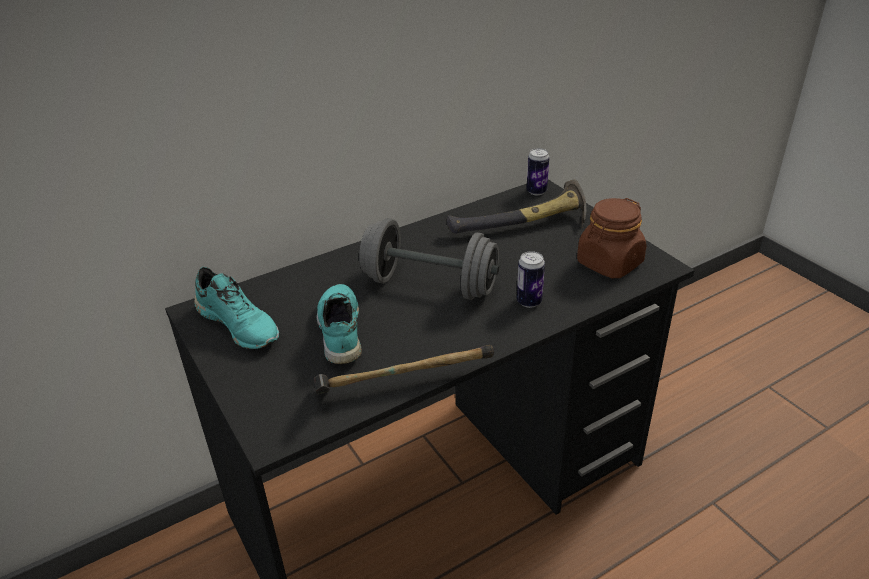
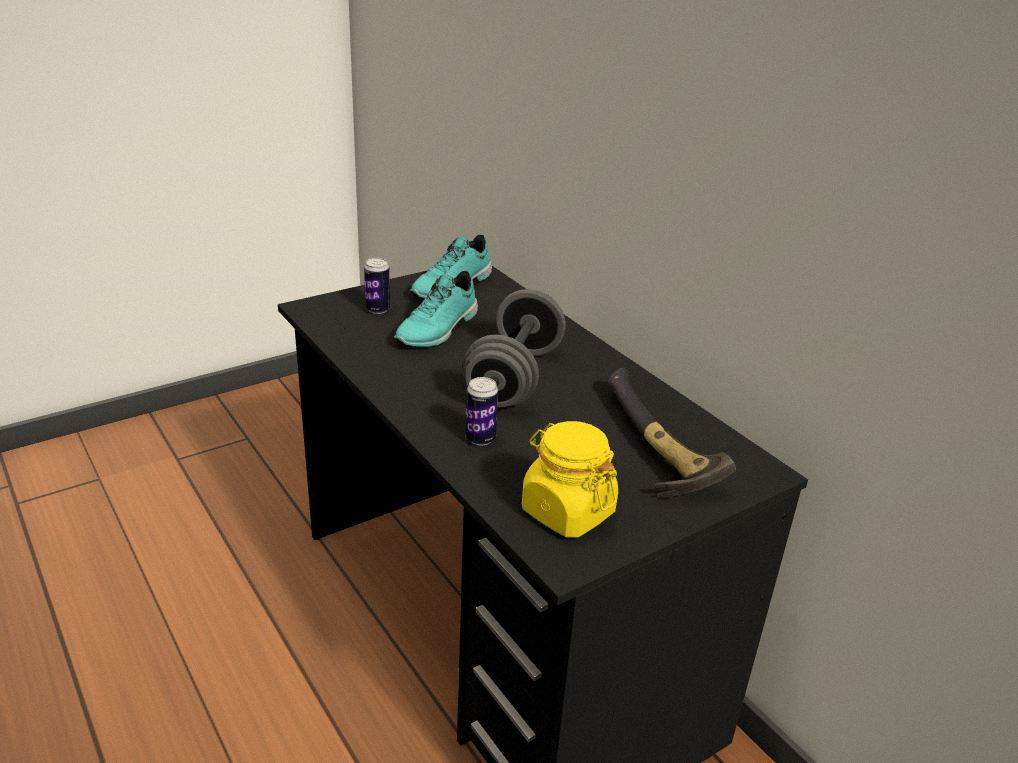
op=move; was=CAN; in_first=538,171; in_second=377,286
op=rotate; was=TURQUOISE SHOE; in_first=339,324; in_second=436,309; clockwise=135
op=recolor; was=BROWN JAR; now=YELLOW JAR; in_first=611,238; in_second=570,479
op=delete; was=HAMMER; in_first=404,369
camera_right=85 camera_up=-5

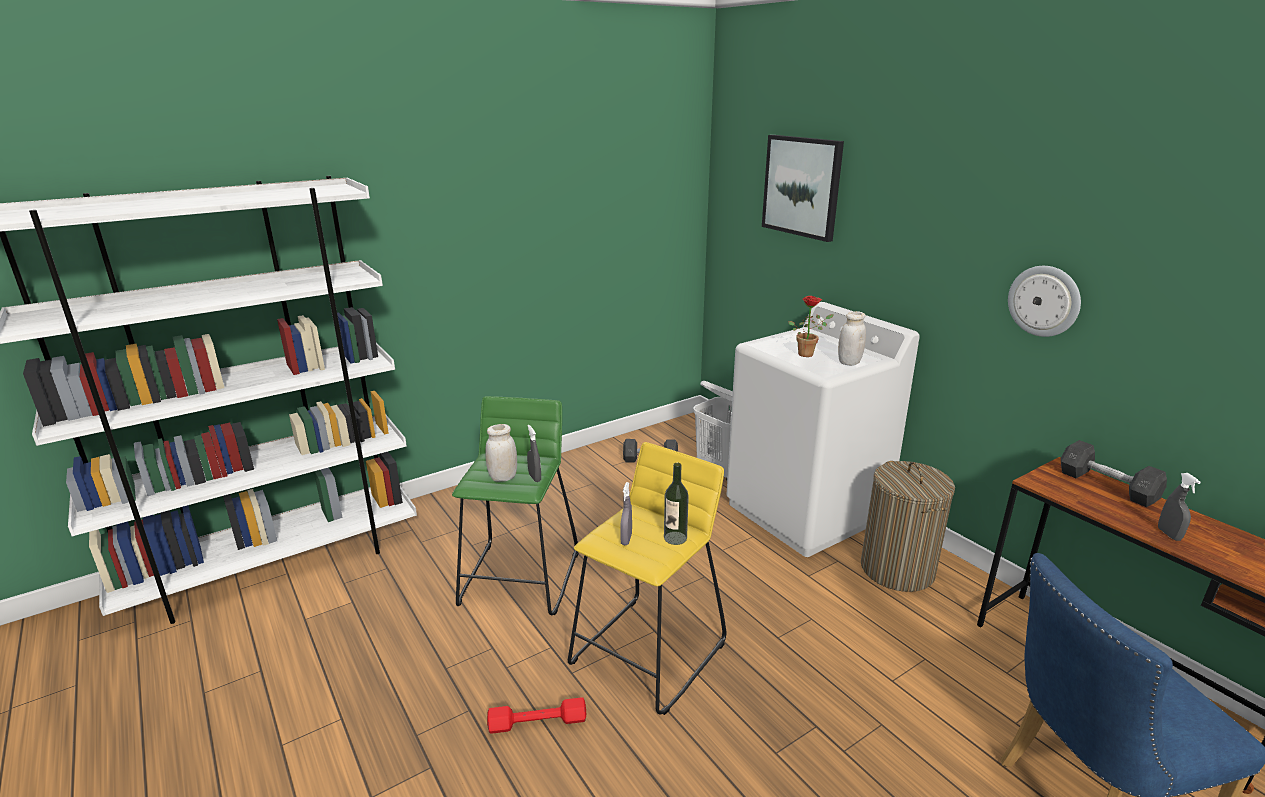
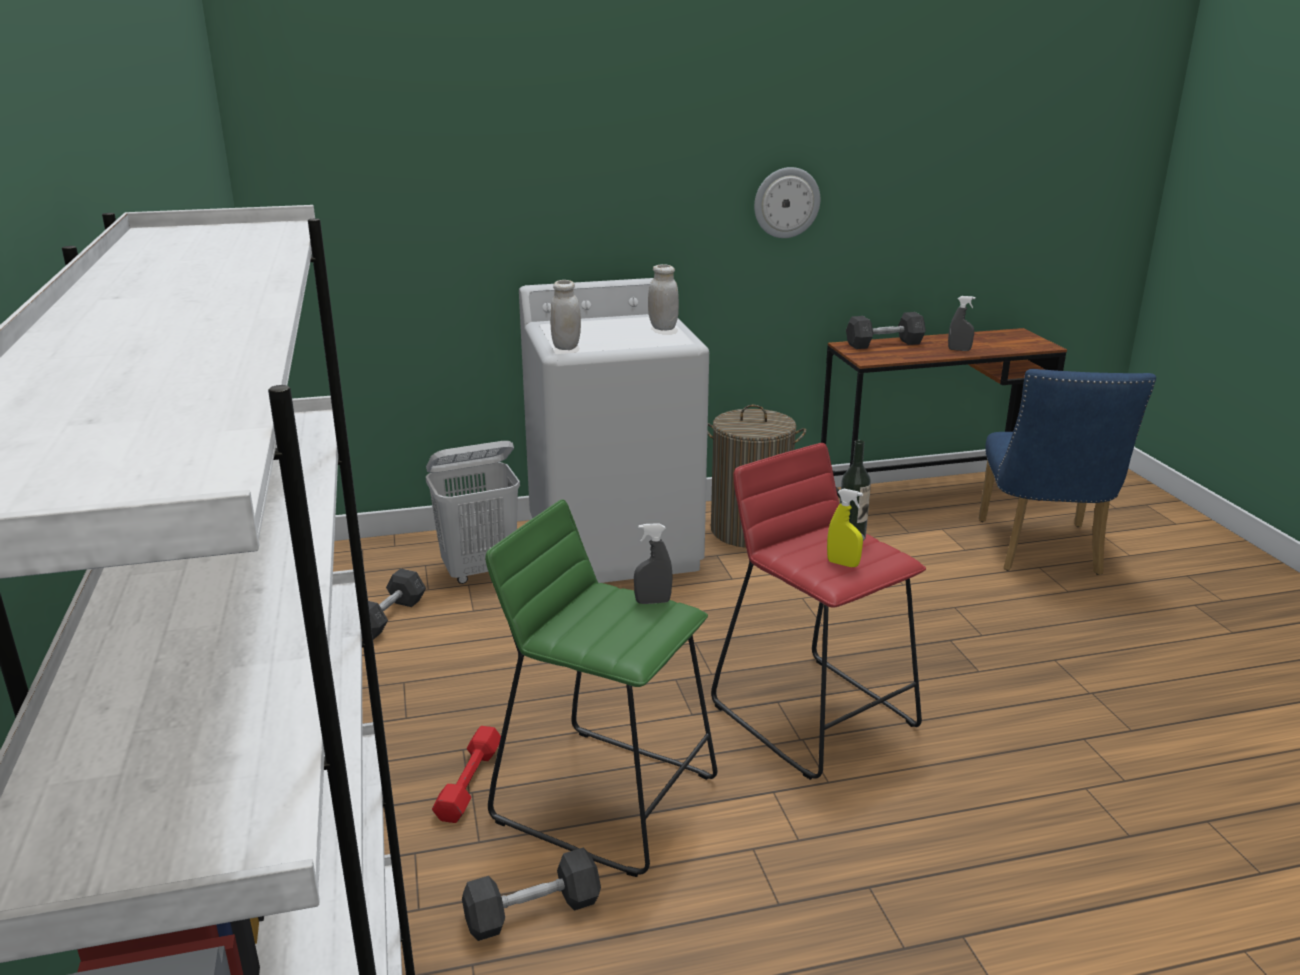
op=move; was=RED DUMBBELL; in_first=536,715; in_second=466,774
op=insert; now=GREY DUMBBELL; in_second=531,894
op=move; was=WHITE JAR; in_first=501,453; in_second=565,315
op=recolor; was=YELLOW STOOL; now=RED STOOL; in_first=647,578; in_second=818,611
op=recolor; was=GREY SPRAY BOTTLE; now=YELLOW SPRAY BOTTLE; in_first=626,513; in_second=845,528
op=delete; was=PICTURE; in_first=803,188
op=delete; was=POTTED PLANT; in_first=811,326
camera_right=-70 camera_up=0

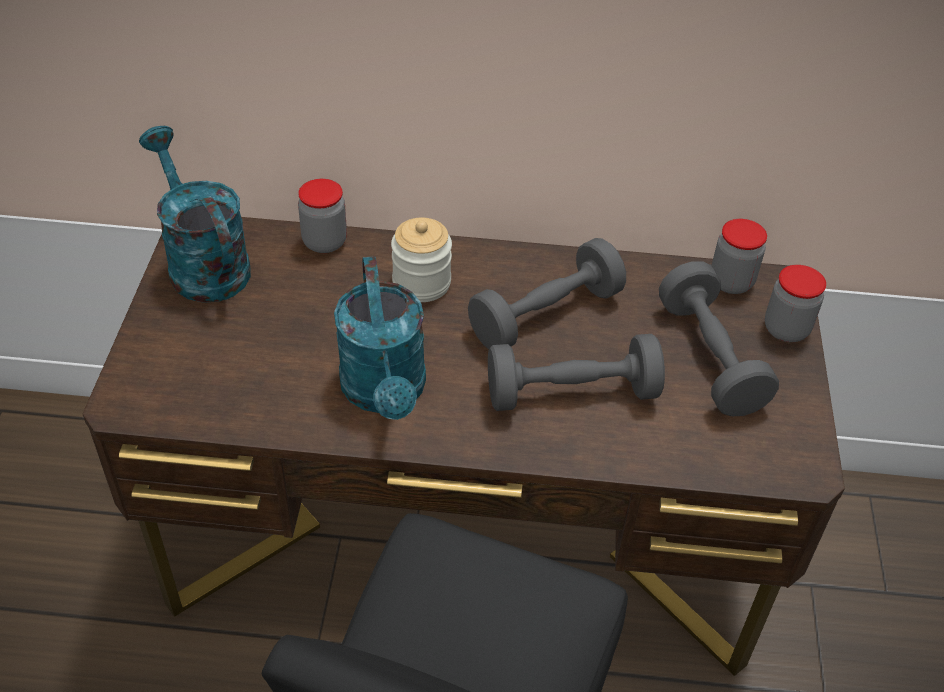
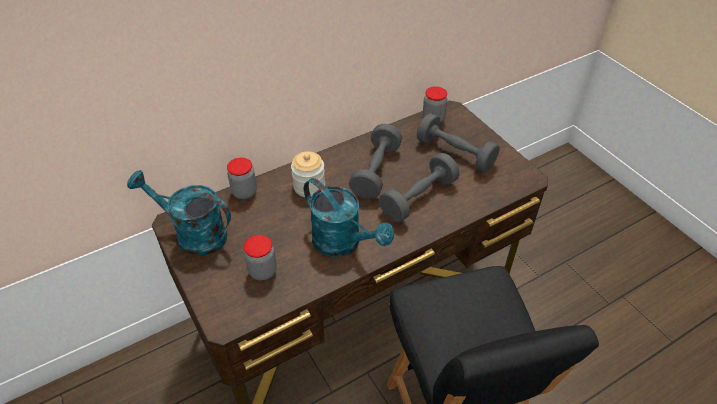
op=move; was=JAR; in_first=795,303; in_second=260,258
camera_right=-35 camera_up=0

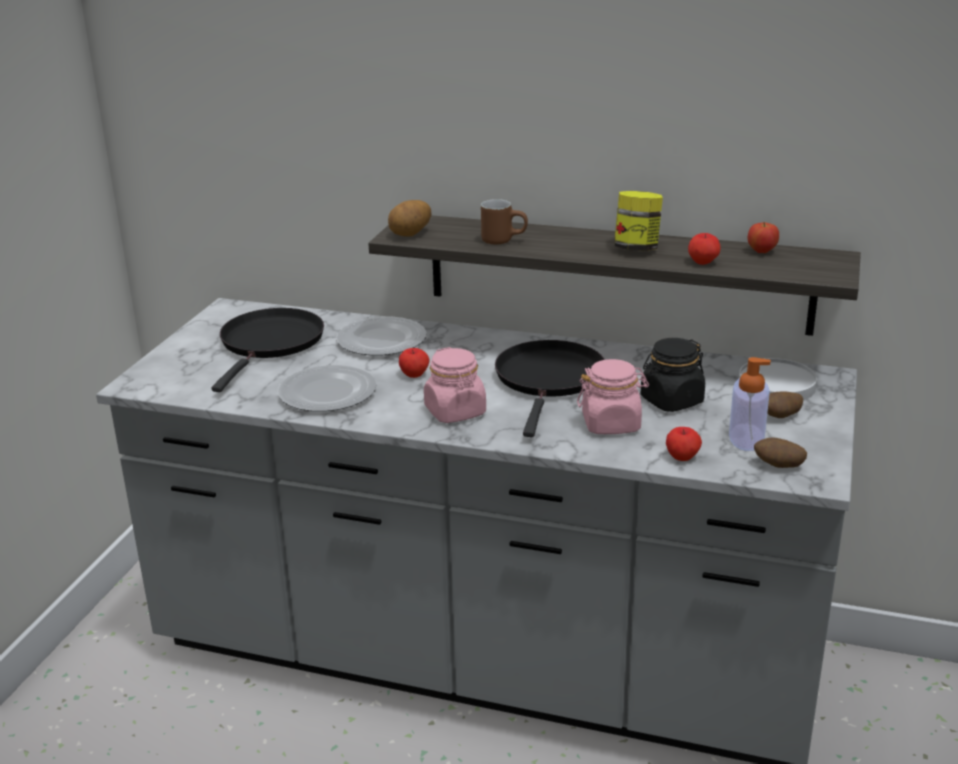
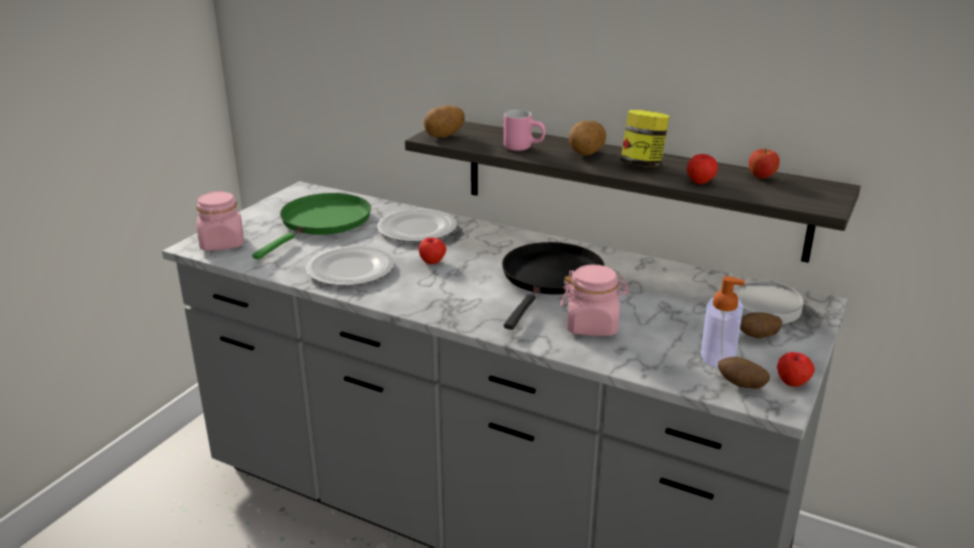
op=move; was=PINK JAR; in_first=455,385; in_second=219,221
op=recolor; was=BLACK FRYING PAN; now=GREEN FRYING PAN; in_first=268,350; in_second=311,226
op=recolor; was=BROWN MUG; now=PINK MUG; in_first=504,222; in_second=525,130
op=insert; now=POTATO; in_second=587,138
op=move; was=APPLE; in_first=684,444; in_second=796,369
op=delete; was=BLACK JAR; in_first=673,375
camera_right=10 camera_up=0

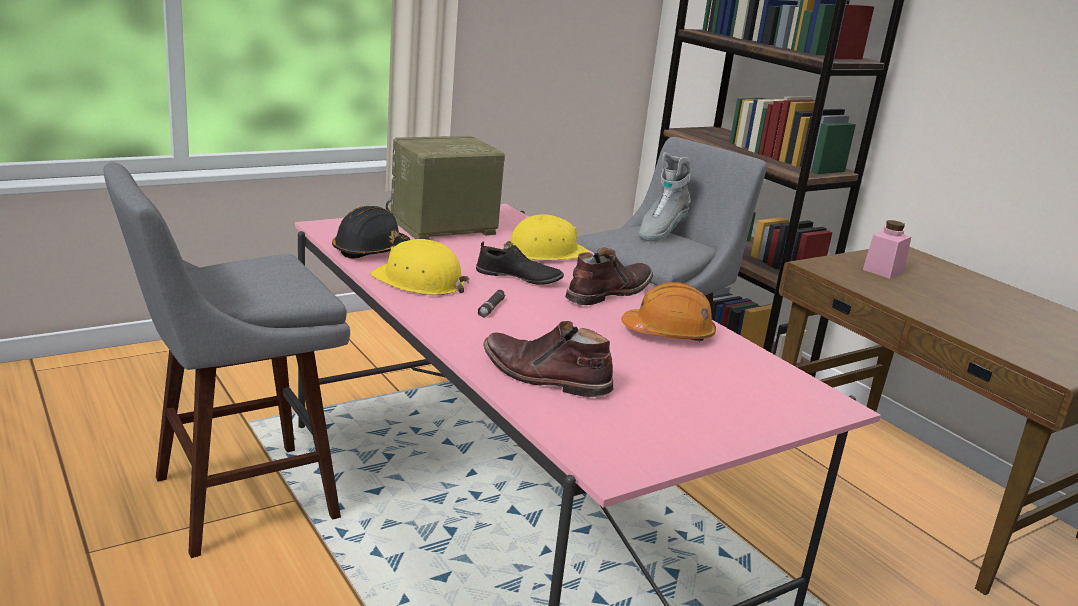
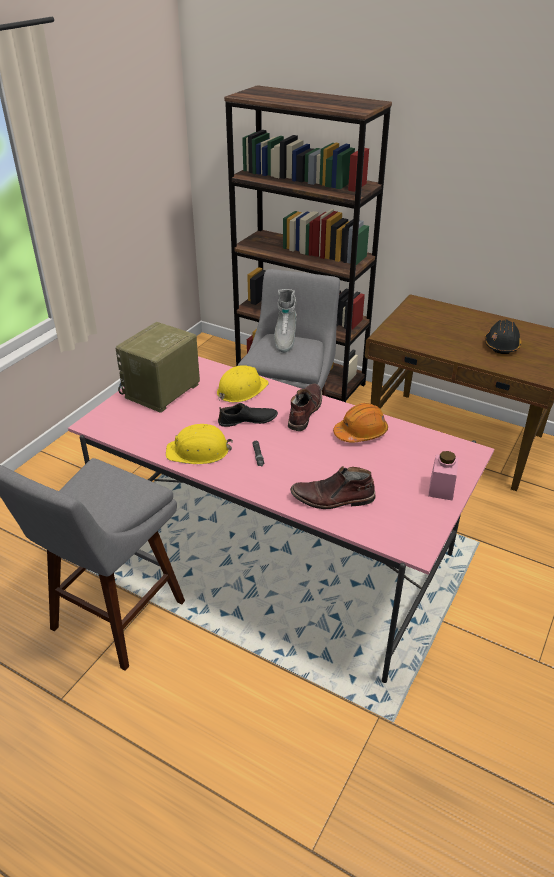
op=move; was=PINK JAR; in_first=887,249; in_second=443,476
op=move; was=BLACK HARD HAT; in_first=371,232; in_second=503,337
camera_right=-25 camera_up=15

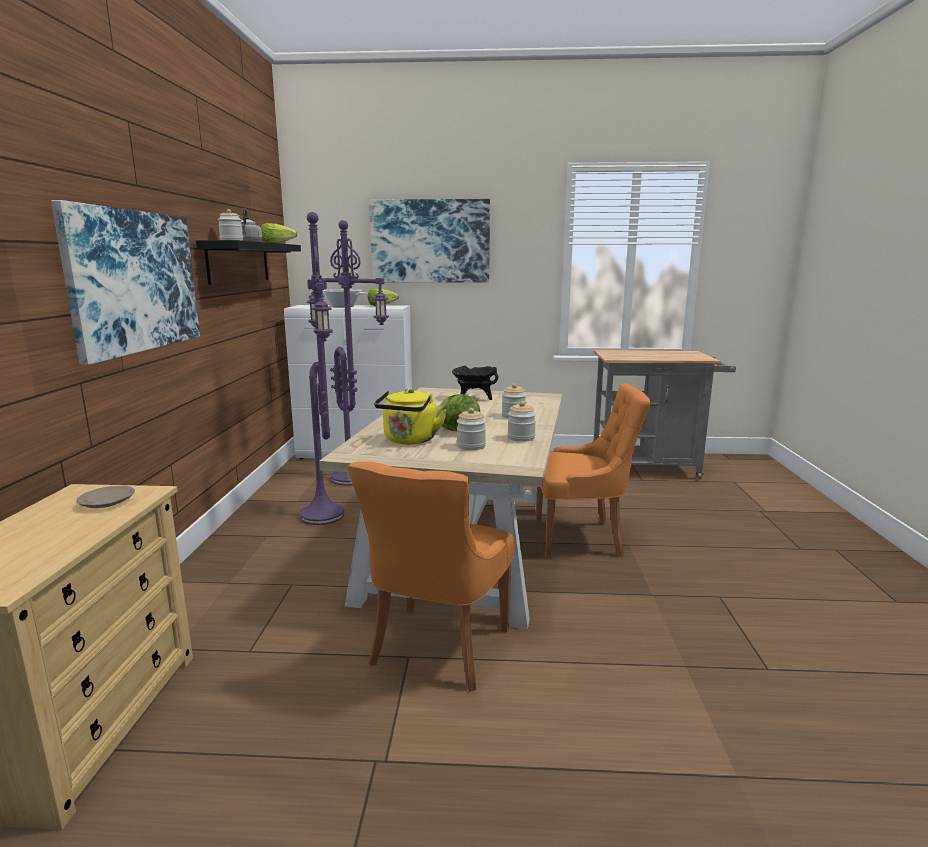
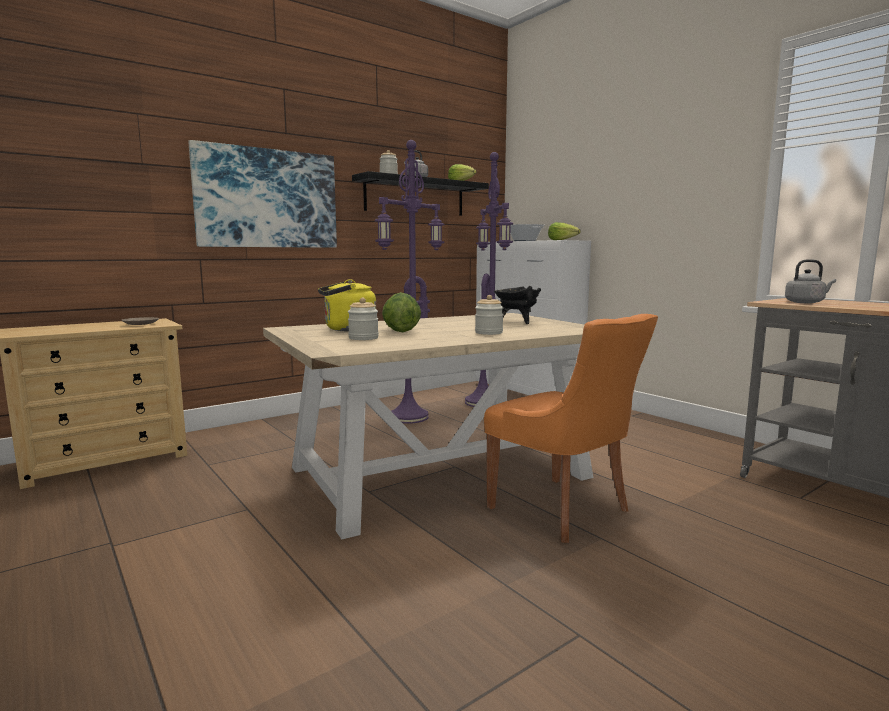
op=insert; now=GREY KETTLE; in_second=810,281
op=delete; was=ORANGE CHAIR; in_first=431,576
op=delete; was=PICTURE; in_first=429,241
op=delete; was=JAR; in_first=521,421
camera_right=50 camera_up=-5

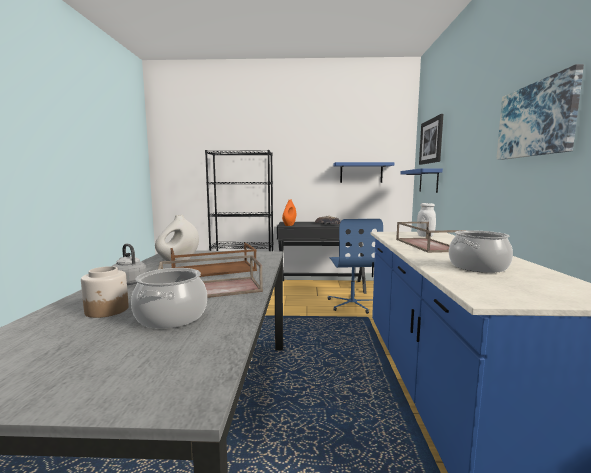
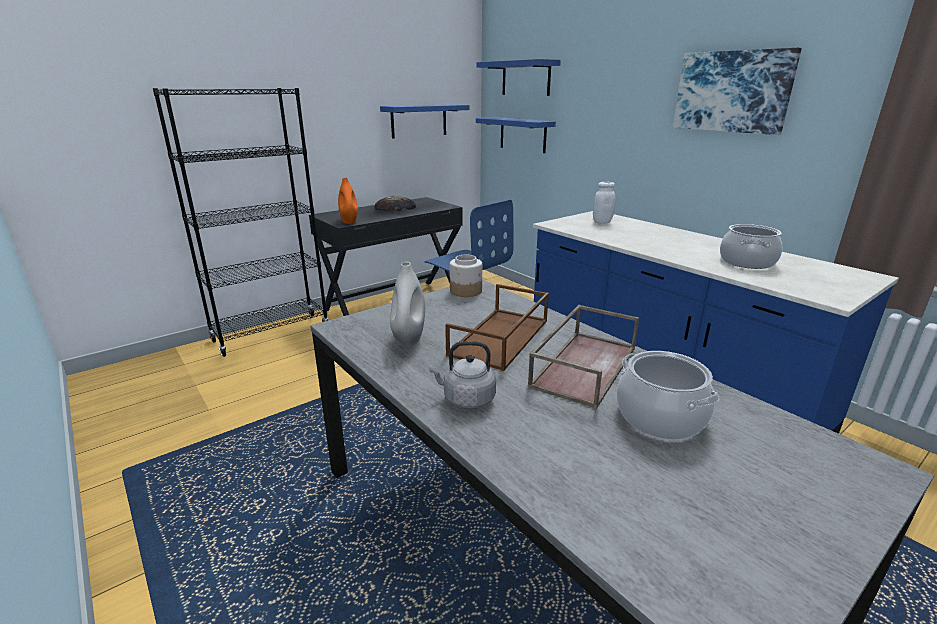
op=move; was=JAR; in_first=105,292; in_second=466,276
op=replace; was=PICTURE; now=BLUE SHELF; in_first=431,139; in_second=519,77
op=delete; was=BROWN TRAY; in_first=429,237
camera_right=-40 camera_up=15

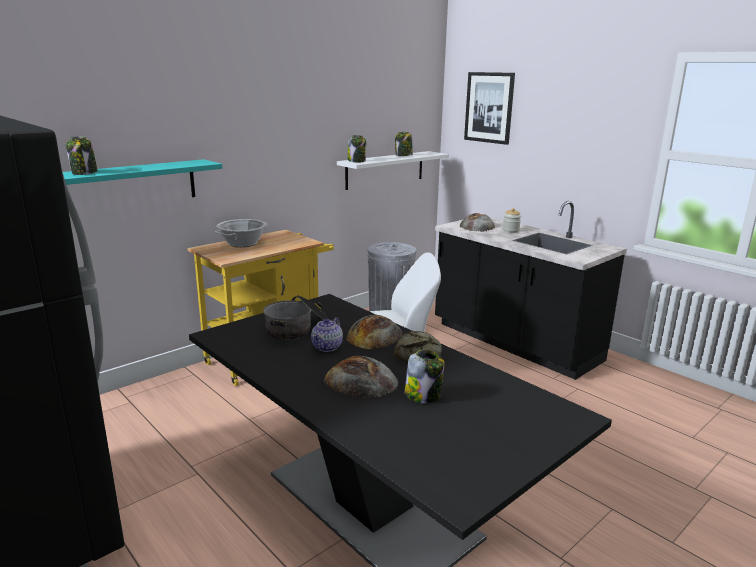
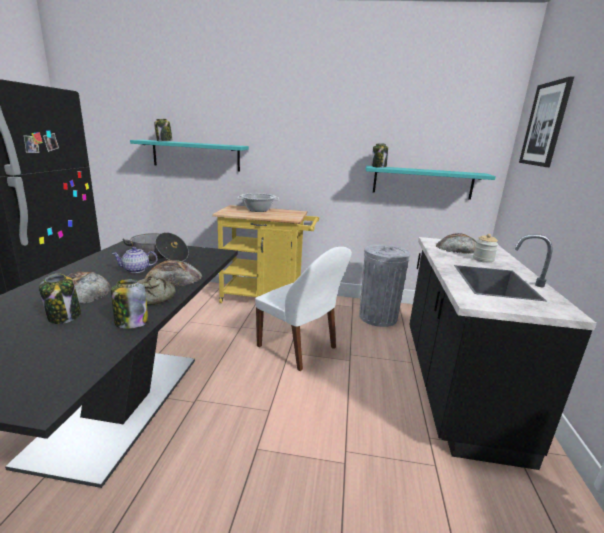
op=move; was=JAR; in_first=404,144; in_second=129,304
op=recolor; was=WHITE SHELF; now=TURQUOISE SHELF; in_first=393,170; in_second=431,183
camera_right=50 camera_up=0

